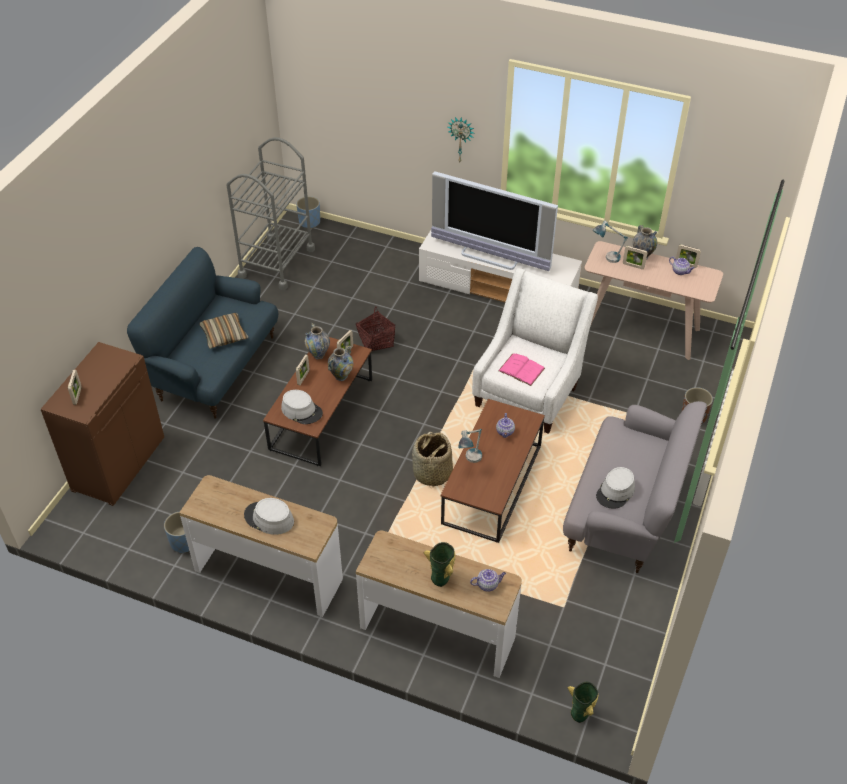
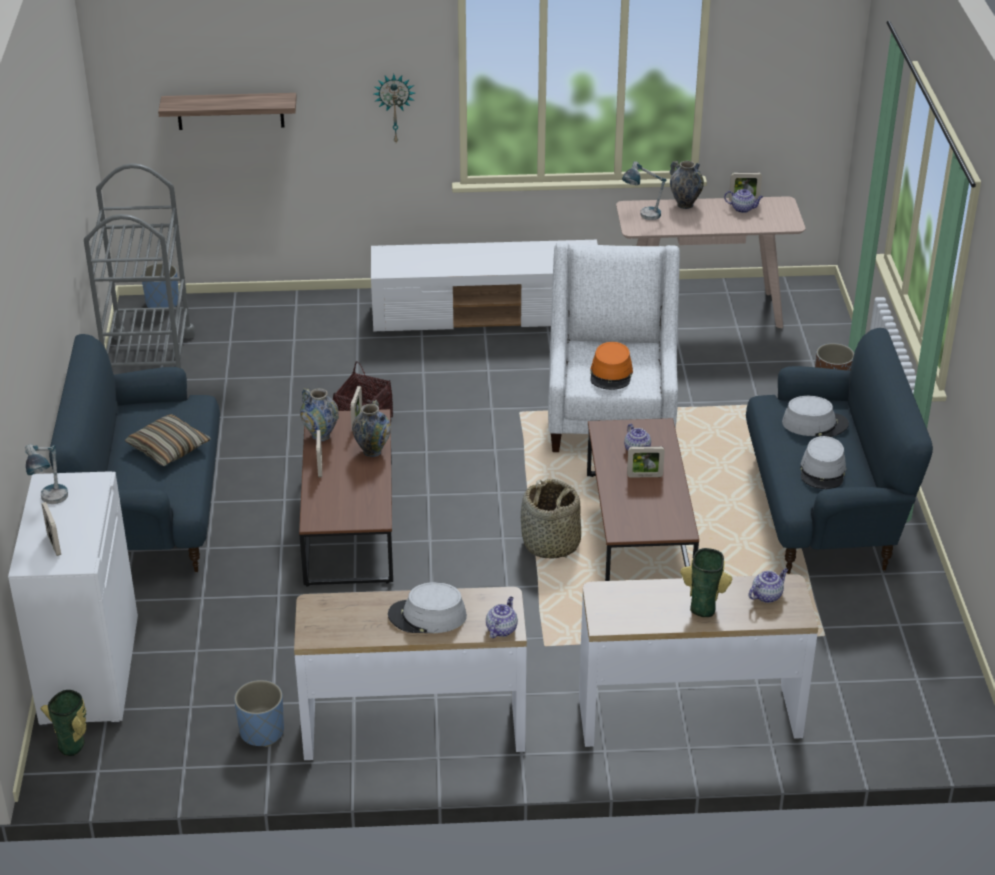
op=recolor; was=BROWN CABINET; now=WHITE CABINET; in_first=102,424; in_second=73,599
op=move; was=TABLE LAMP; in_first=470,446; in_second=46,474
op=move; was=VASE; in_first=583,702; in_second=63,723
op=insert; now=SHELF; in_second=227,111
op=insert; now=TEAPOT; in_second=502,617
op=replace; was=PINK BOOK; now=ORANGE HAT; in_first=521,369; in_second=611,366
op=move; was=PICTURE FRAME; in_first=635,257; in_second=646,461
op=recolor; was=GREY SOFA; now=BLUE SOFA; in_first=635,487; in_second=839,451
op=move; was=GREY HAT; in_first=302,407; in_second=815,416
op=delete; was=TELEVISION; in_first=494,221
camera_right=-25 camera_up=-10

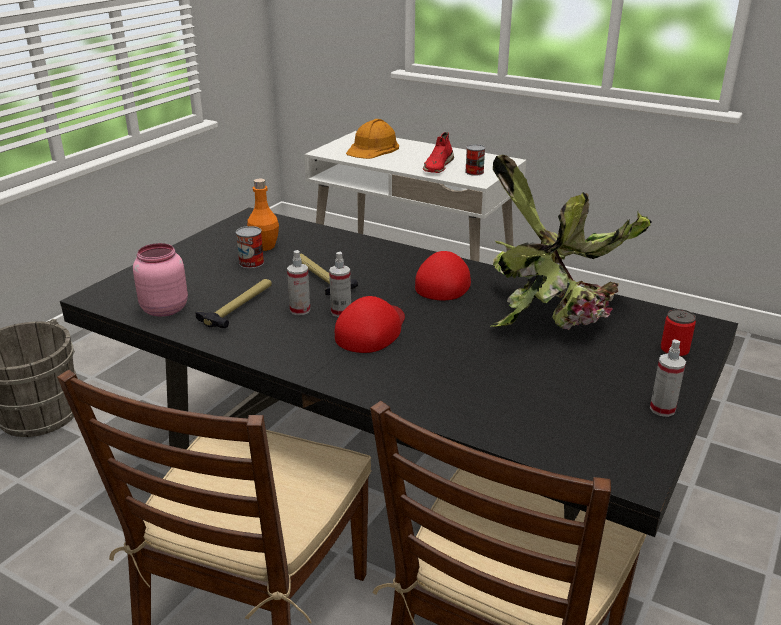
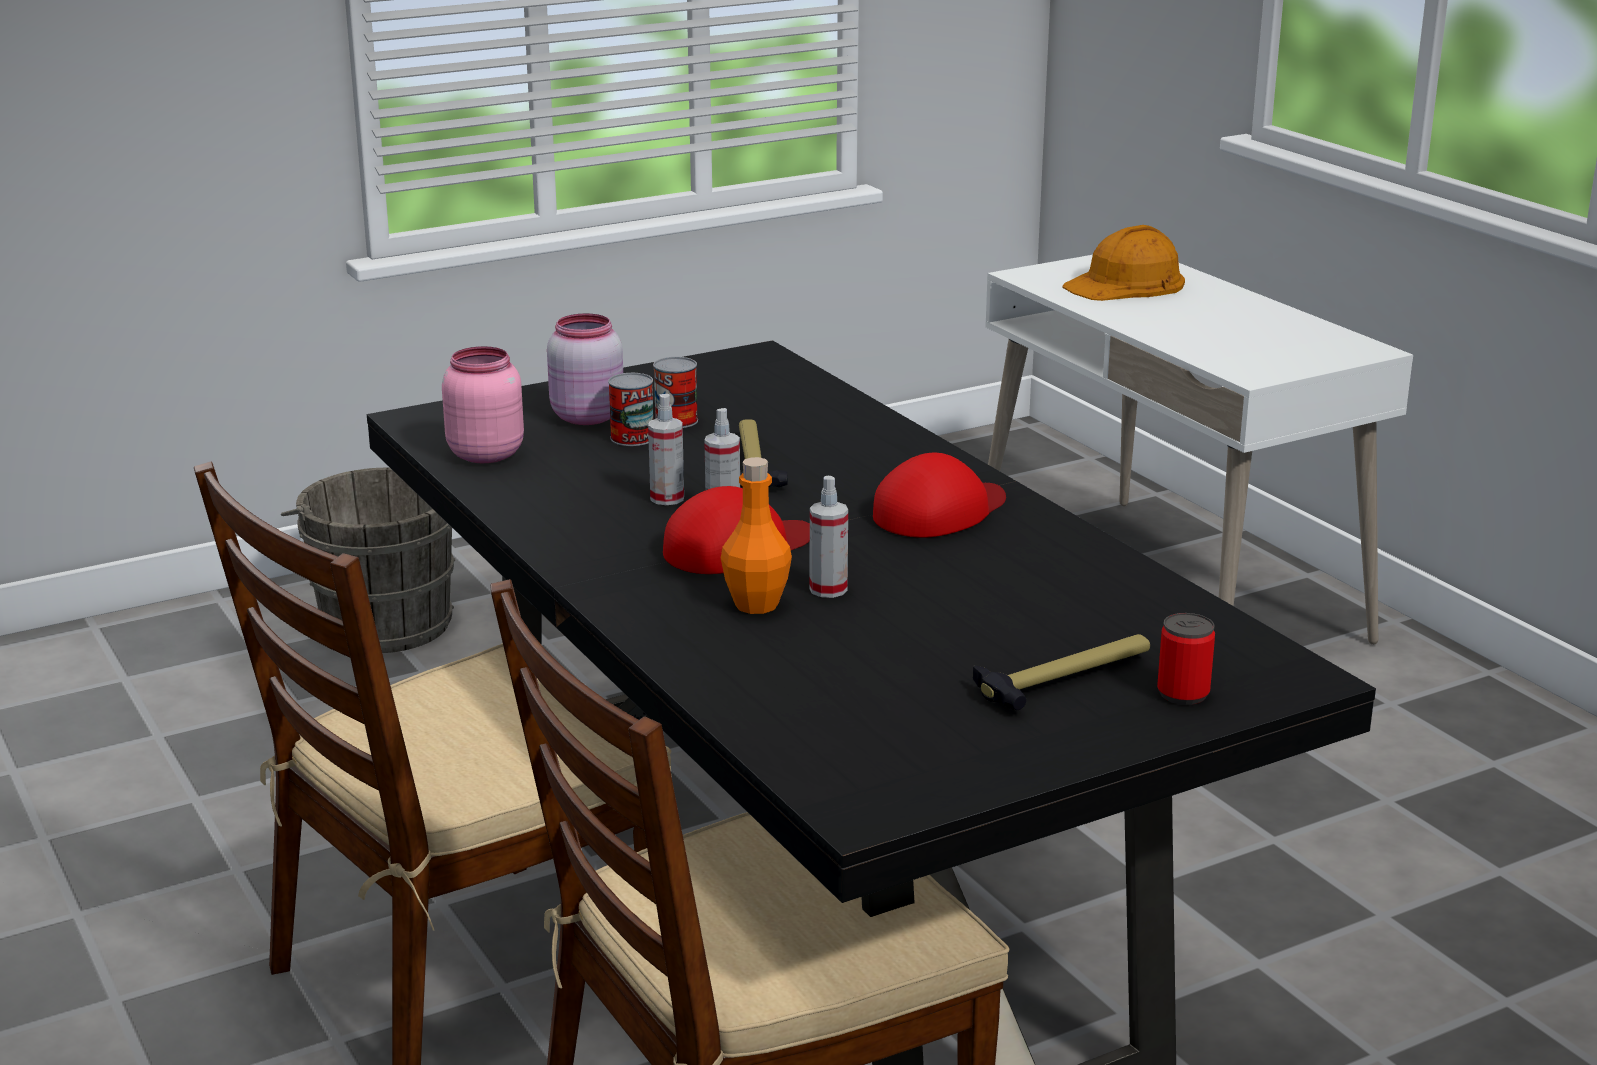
op=insert; now=PINK JAR; in_second=585,369
op=move; was=CAN; in_first=475,160; in_second=631,409
op=move; was=ORANGE BOTTLE; in_first=263,215; in_second=756,535
op=move; was=SPRAY BOTTLE; in_first=668,378; in_second=829,537
op=move; was=HAMMER; in_first=233,303; in_second=1061,672
op=delete; was=RED SHOE; in_first=438,152
op=delete; was=POTTED PLANT; in_first=571,242
camera_right=30 camera_up=-5

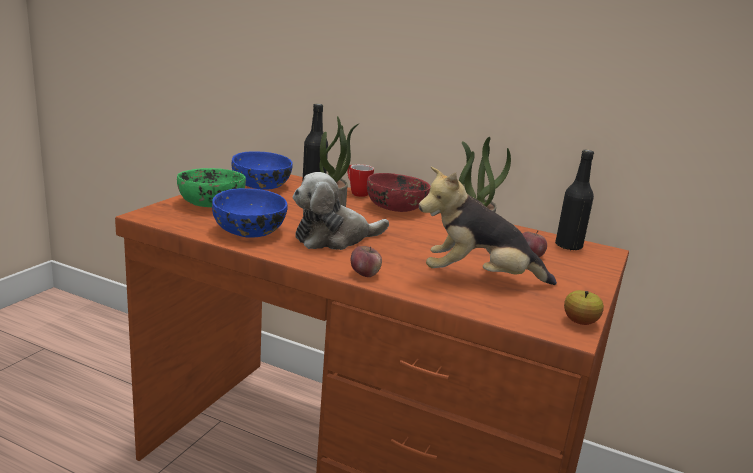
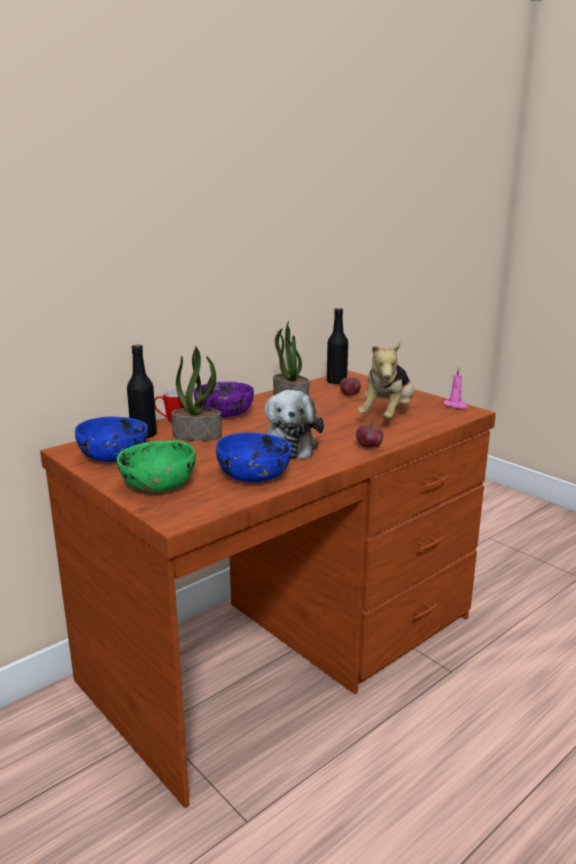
op=recolor; was=RED BOWL; now=PURPLE BOWL; in_first=398,192; in_second=224,399
op=replace; was=APPLE; now=PINK CANDLE; in_first=584,307; in_second=456,388
camera_right=-65 camera_up=0

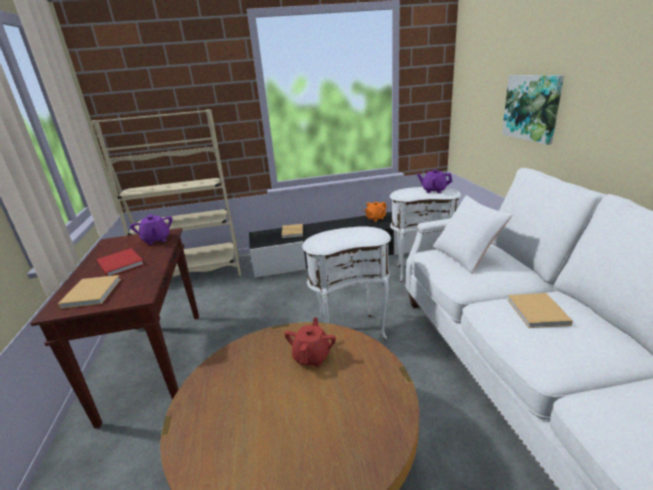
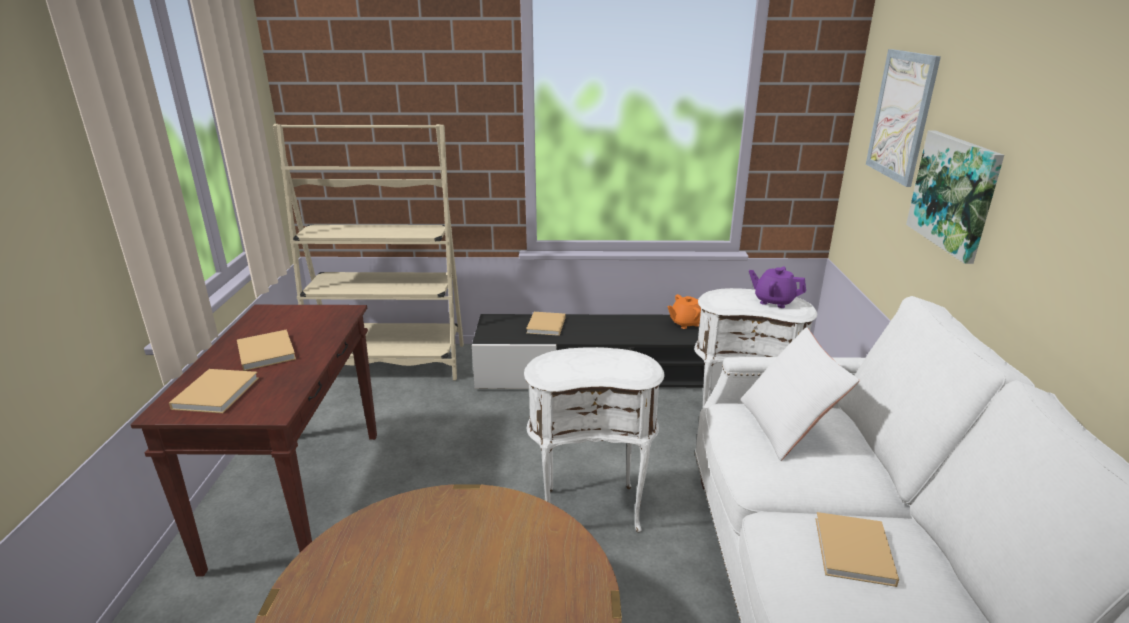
op=recolor; was=RED BOOK; now=BEIGE BOOK; in_first=120,262; in_second=266,350
op=insert; now=PICTURE; in_second=903,118
op=delete; was=PURPLE TEAPOT; in_first=151,229
op=delete; was=RED TEAPOT; in_first=310,342
camera_right=10 camera_up=0

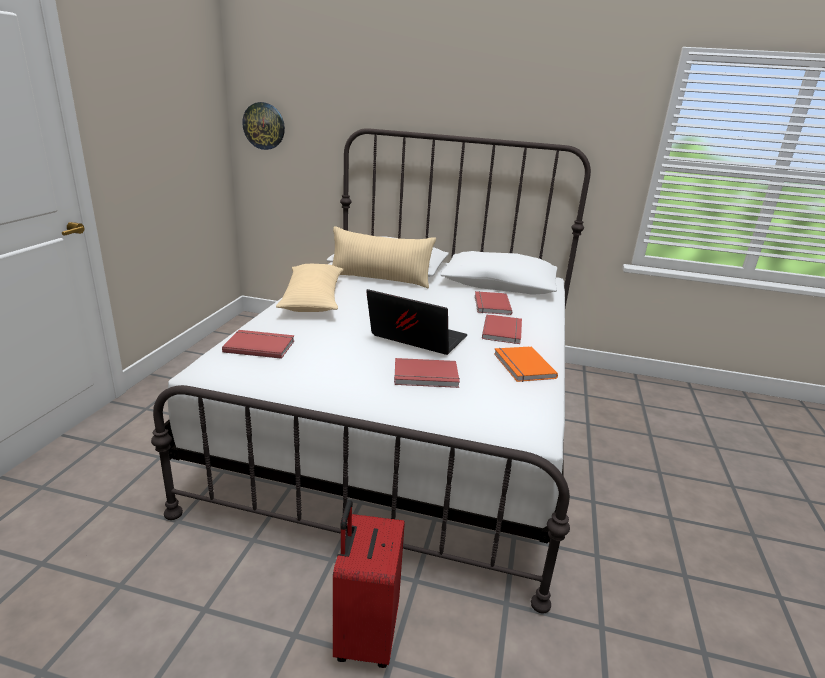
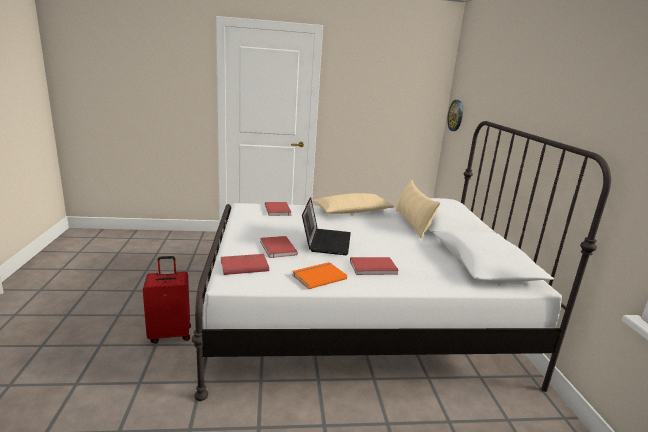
op=move; was=RED BOOK; in_first=493,303; in_second=245,264
camera_right=70 camera_up=-5

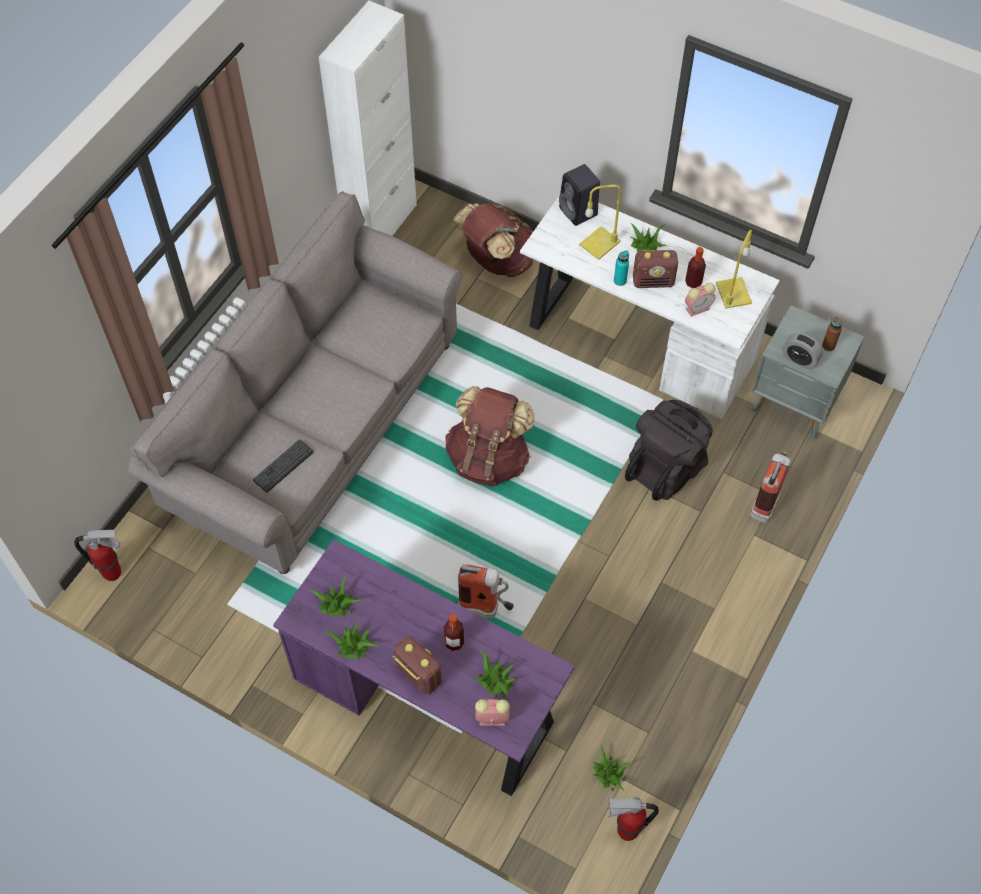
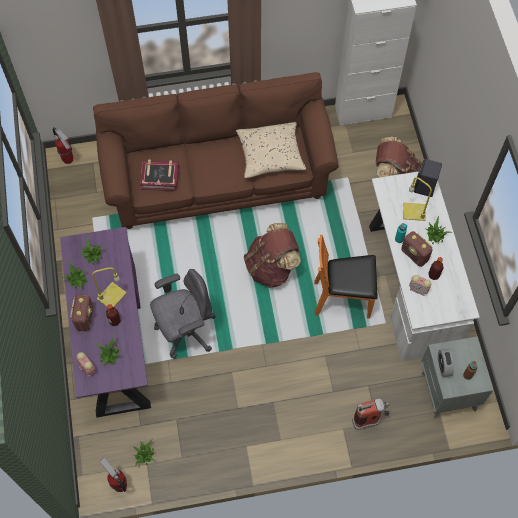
op=move; was=YELLOW TABLE LAMP; in_first=734,269; in_second=109,287
op=recolor; was=GREY SOFA; now=BROWN SOFA; in_first=295,382; in_second=216,150
op=replace; was=KEYBOARD; now=BOOK; in_first=283,466; in_second=159,175
op=replace; was=FIRE EXTINGUISHER; now=GREY OFFICE CHAIR; in_first=486,591; in_second=183,314
op=insert; now=BEIGE PILLOW; in_second=271,150
op=insert; now=ORANGE CHAIR; in_second=345,276
op=delete; was=BLACK BACKPACK; in_first=669,450
camera_right=50 camera_up=5

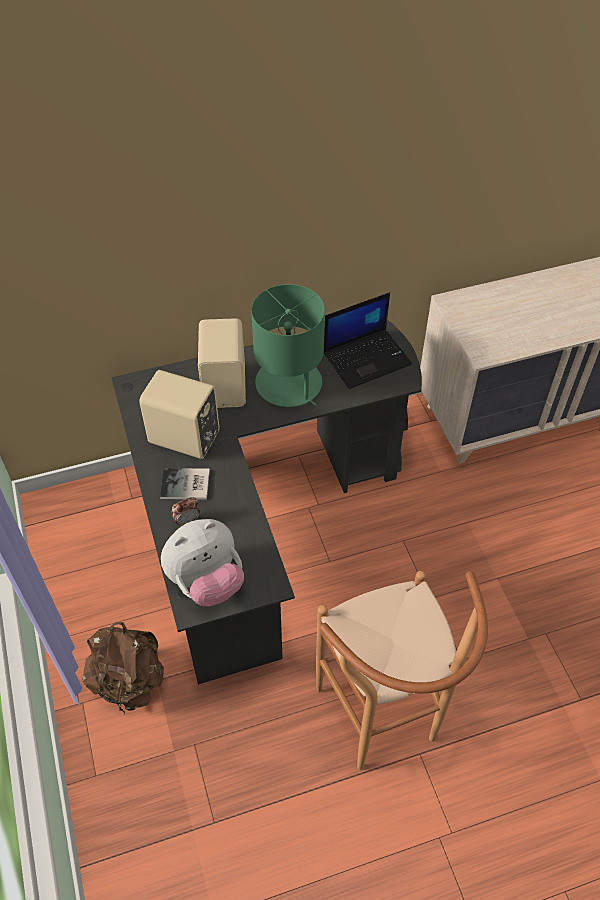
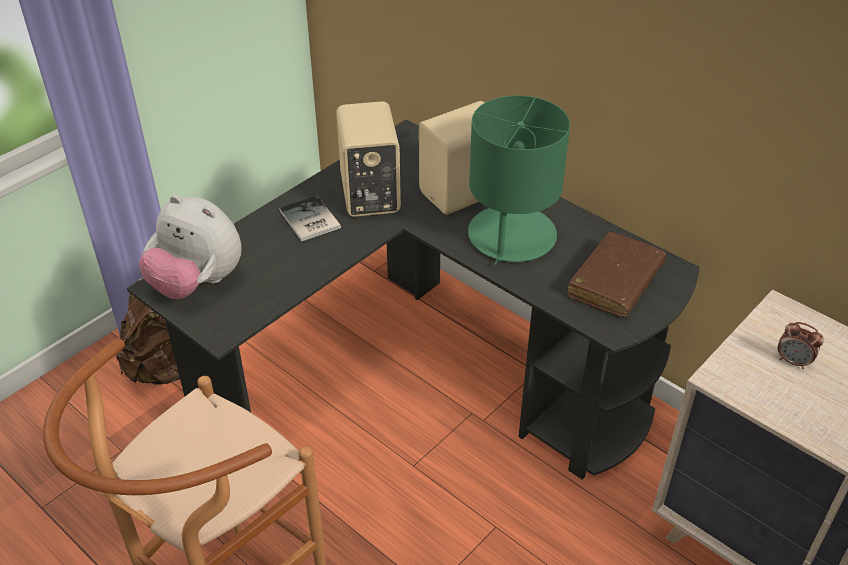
op=replace; was=LAPTOP; now=BROWN BOOK; in_first=368,340; in_second=617,274
op=move; was=ALARM CLOCK; in_first=185,512; in_second=801,345
camera_right=60 camera_up=-10

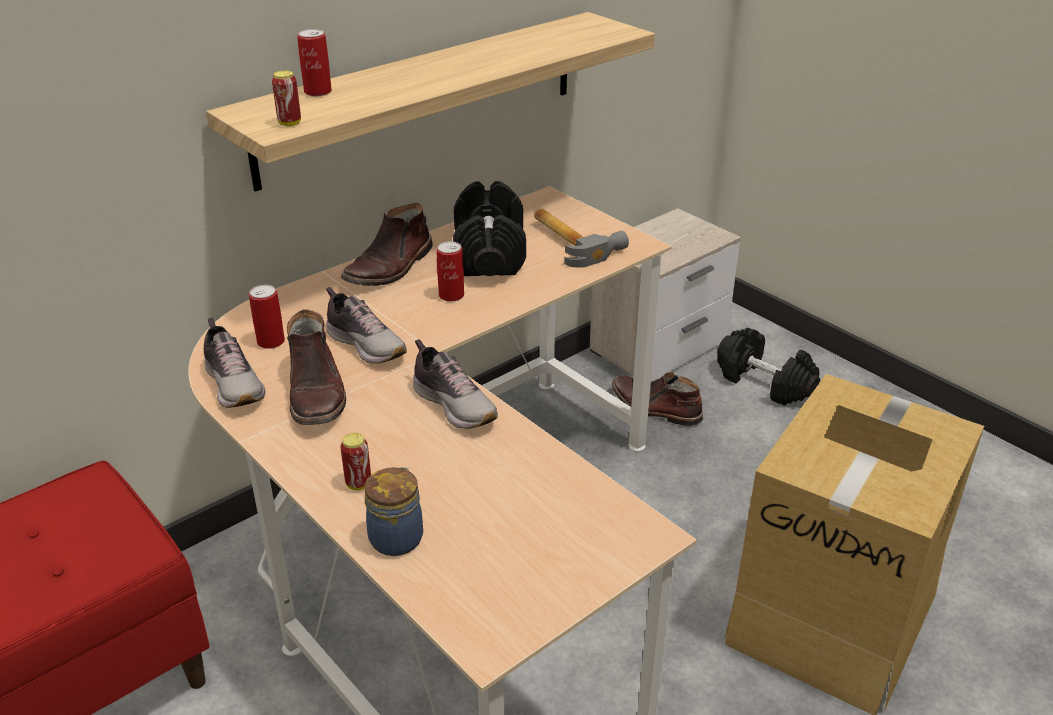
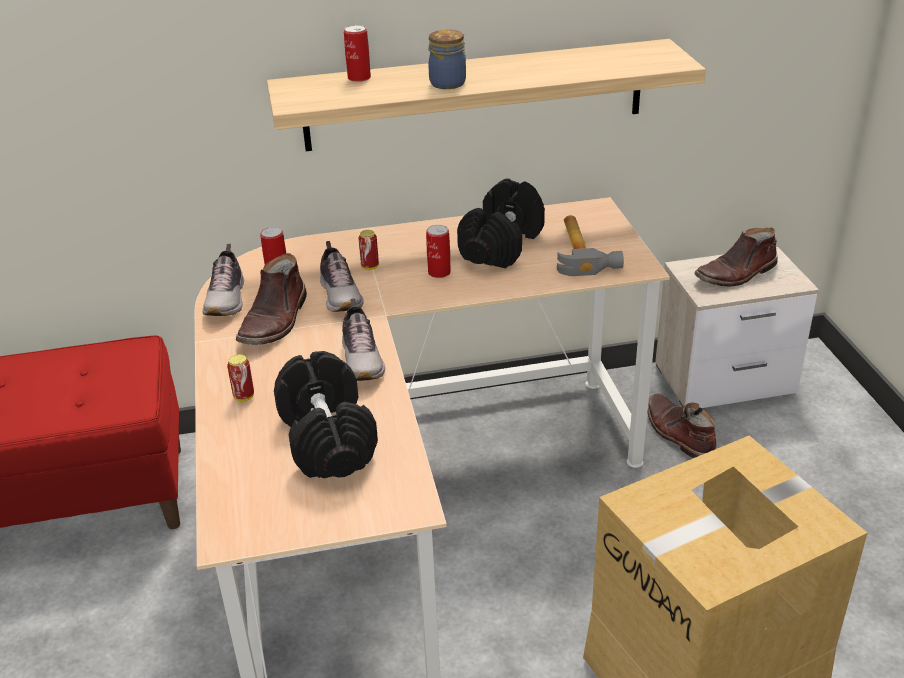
op=move; was=BLACK DUMBBELL; in_first=768,366; in_second=326,414
op=move; was=CAN; in_first=286,98; in_second=368,250
op=move; was=JAR; in_first=394,511; in_second=447,59
op=move; was=BROWN BOOT; in_first=387,244; in_second=736,257
camera_right=30 camera_up=0

